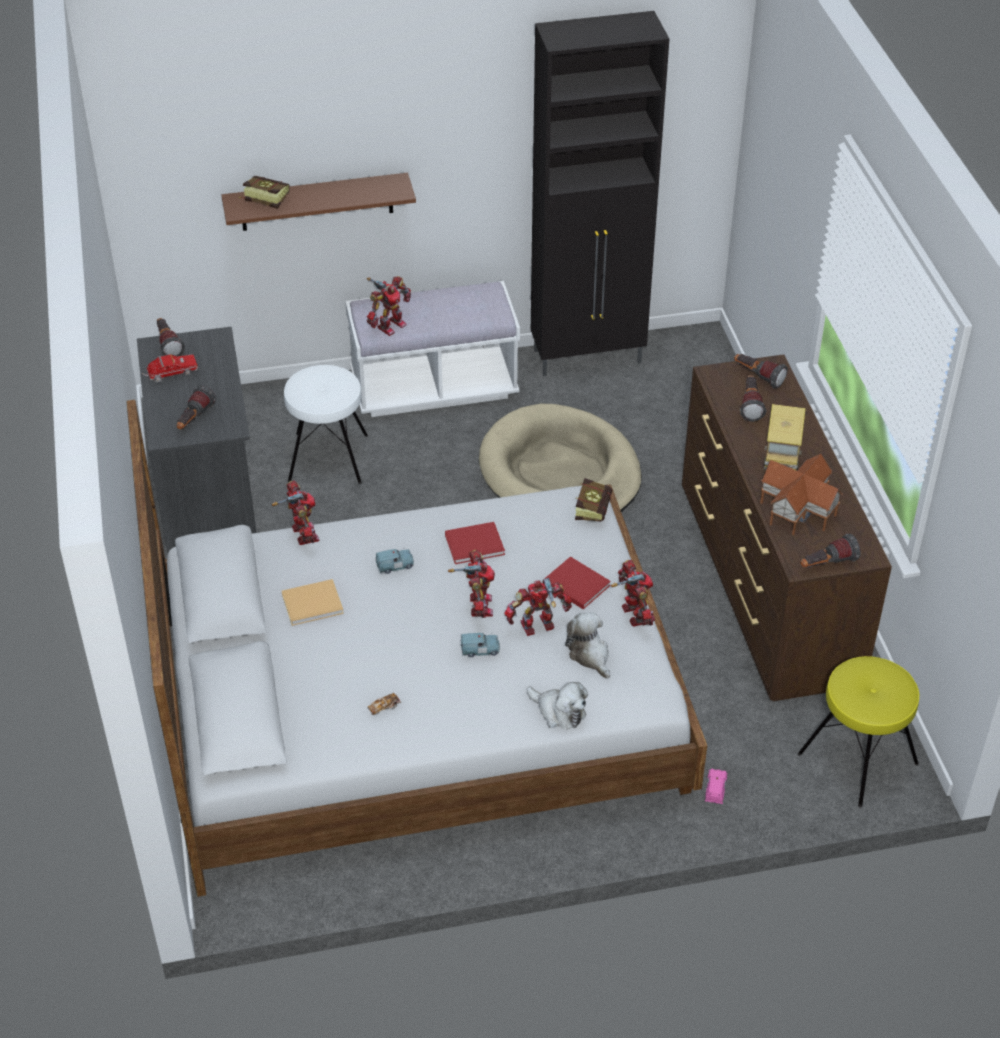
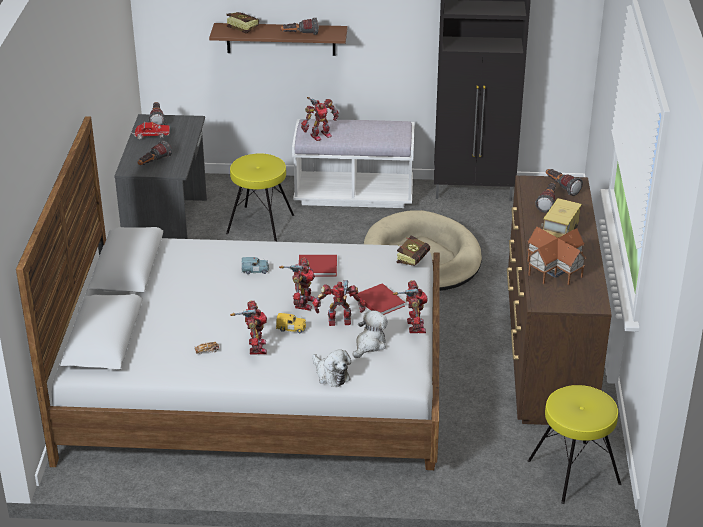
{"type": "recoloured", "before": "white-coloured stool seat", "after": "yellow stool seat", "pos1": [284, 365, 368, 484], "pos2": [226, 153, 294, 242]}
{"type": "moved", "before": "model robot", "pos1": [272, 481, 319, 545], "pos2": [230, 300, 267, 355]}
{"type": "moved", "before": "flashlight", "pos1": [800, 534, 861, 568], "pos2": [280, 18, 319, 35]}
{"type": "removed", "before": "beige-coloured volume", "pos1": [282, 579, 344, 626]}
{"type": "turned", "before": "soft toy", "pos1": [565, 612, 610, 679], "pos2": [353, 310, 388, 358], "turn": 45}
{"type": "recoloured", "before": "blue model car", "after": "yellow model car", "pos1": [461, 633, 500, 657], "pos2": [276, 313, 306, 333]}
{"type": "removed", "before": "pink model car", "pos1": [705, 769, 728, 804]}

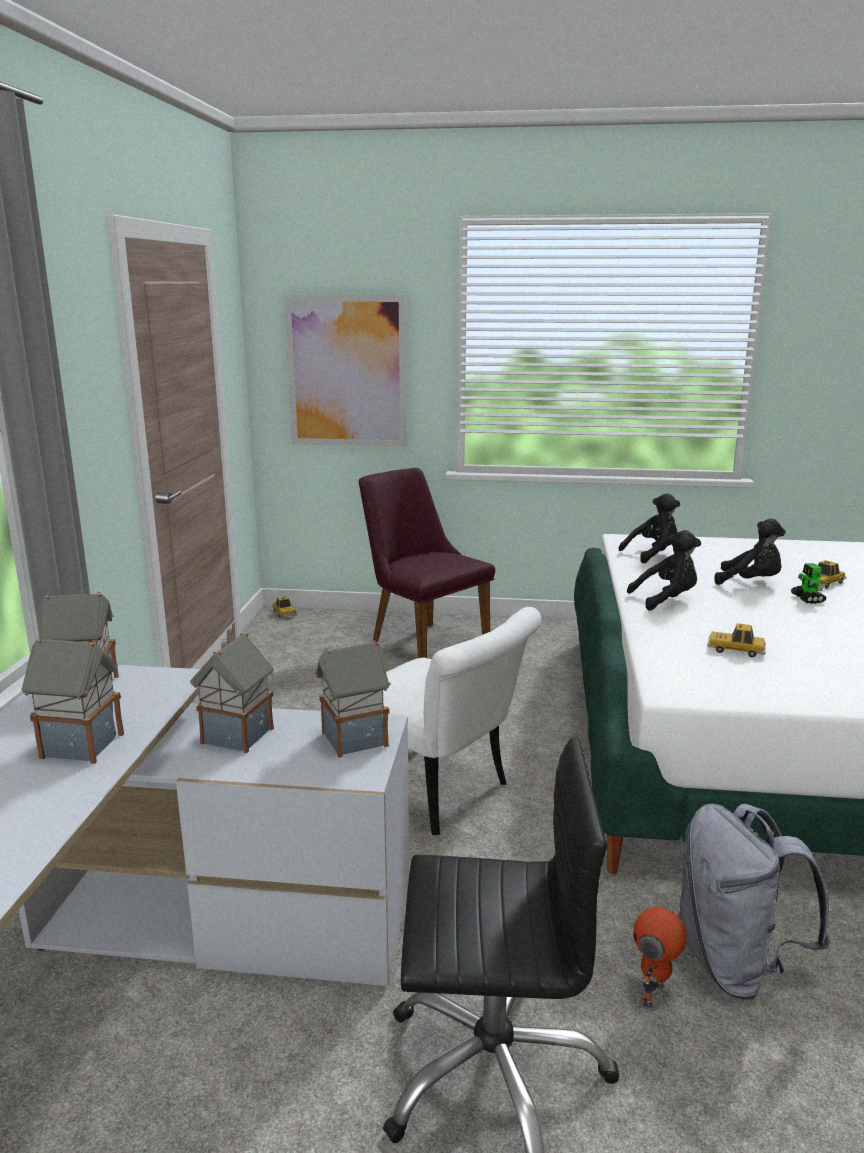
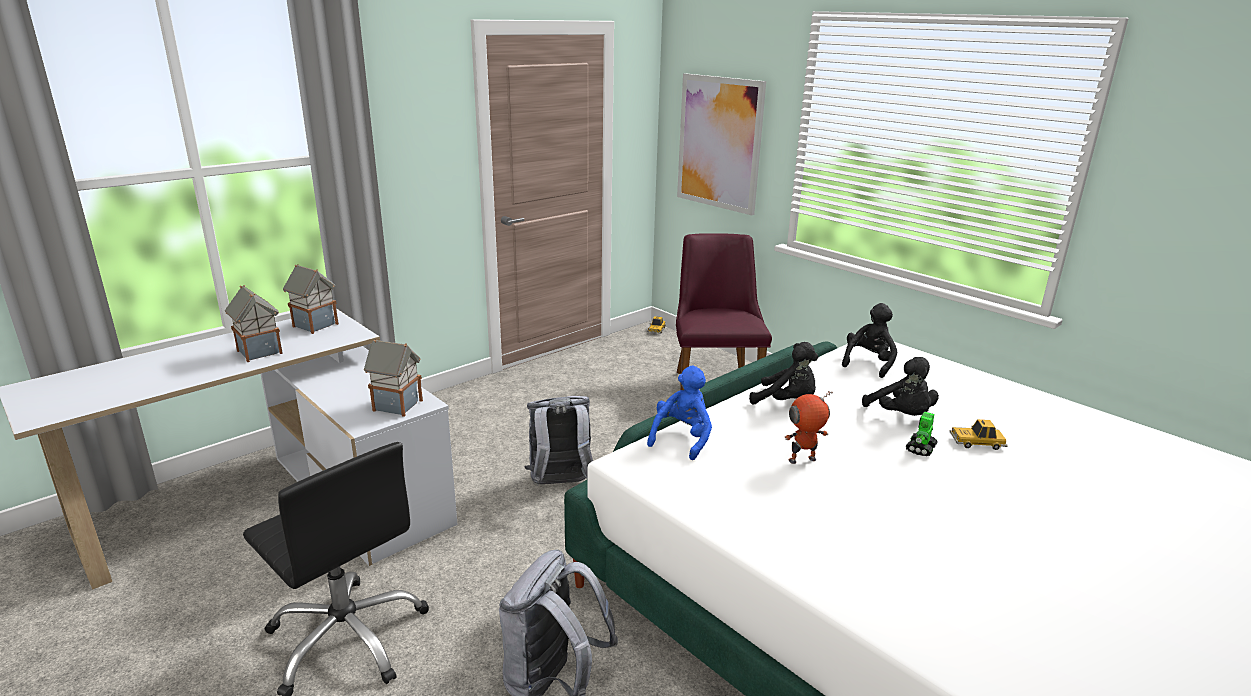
{"type": "turned", "before": "blackish soft toy", "pos1": [619, 493, 680, 563], "pos2": [842, 303, 897, 378], "turn": -75}
{"type": "replaced", "before": "white-coloured chair", "after": "grey knapsack", "pos1": [383, 607, 541, 835], "pos2": [525, 396, 593, 486]}
{"type": "removed", "before": "model car", "pos1": [707, 623, 766, 657]}
{"type": "removed", "before": "toy house", "pos1": [190, 633, 274, 753]}
{"type": "moved", "before": "model robot", "pos1": [633, 895, 687, 1008], "pos2": [785, 391, 833, 464]}
{"type": "added", "after": "blue soft toy", "pos2": [647, 366, 712, 460]}

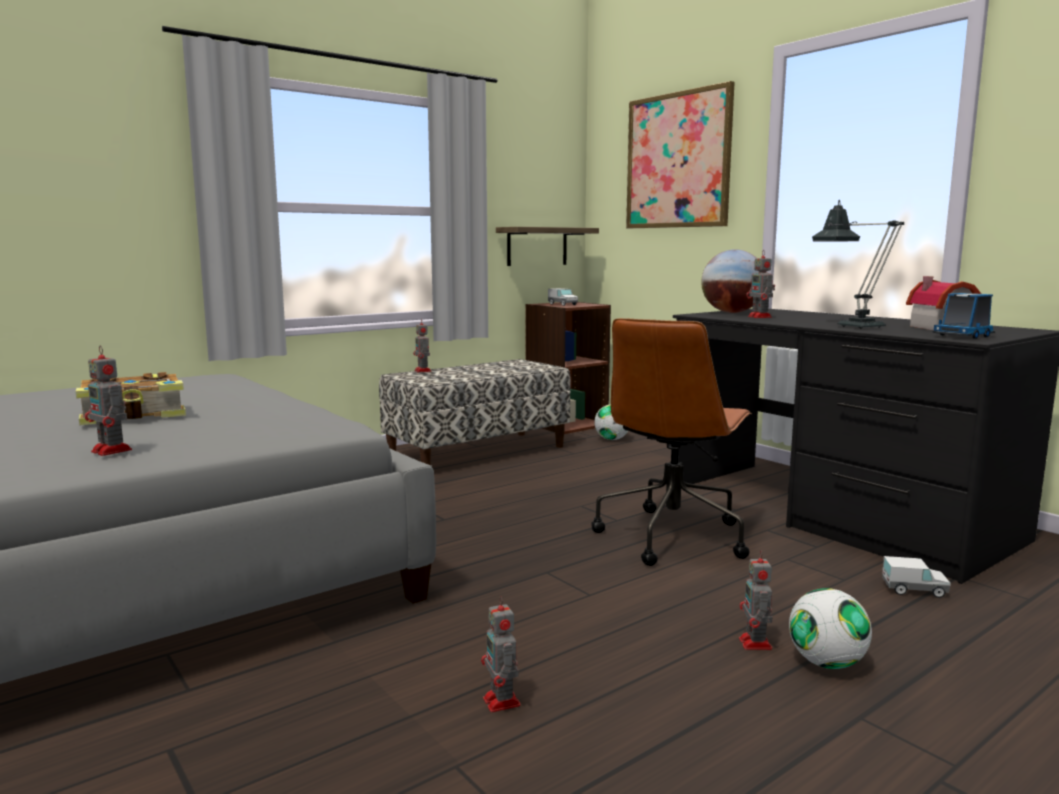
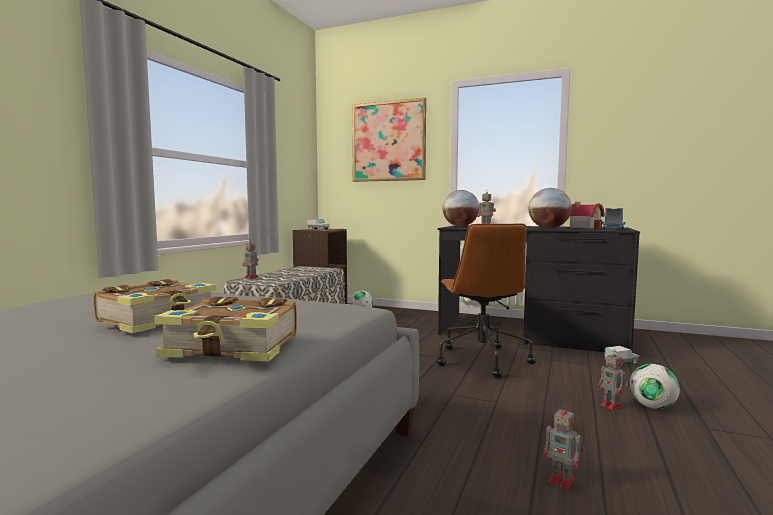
{"type": "replaced", "before": "lamp for a table", "after": "desk globe", "pos1": [812, 200, 904, 329], "pos2": [529, 188, 572, 229]}
{"type": "removed", "before": "shelf", "pos1": [496, 227, 599, 266]}
{"type": "replaced", "before": "model robot", "after": "volume", "pos1": [85, 345, 132, 456], "pos2": [154, 297, 297, 362]}

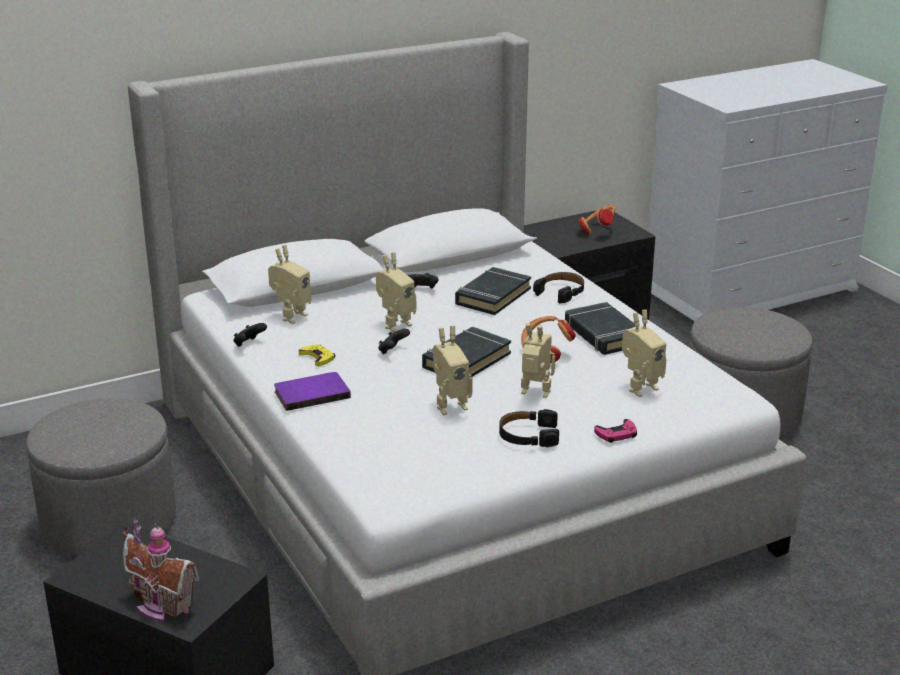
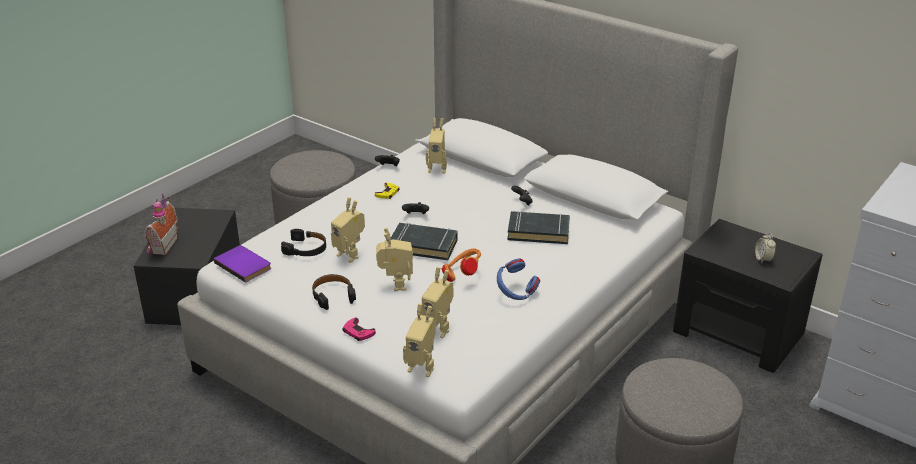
{"type": "replaced", "before": "orange-coloured pair of headphones", "after": "alarm clock", "pos1": [578, 205, 616, 234], "pos2": [755, 233, 776, 263]}
{"type": "moved", "before": "model robot", "pos1": [376, 252, 417, 332], "pos2": [403, 303, 436, 377]}
{"type": "moved", "before": "blackish pair of headphones", "pos1": [533, 272, 584, 303], "pos2": [281, 229, 326, 256]}
{"type": "replaced", "before": "blackish volume", "after": "blue pair of headphones", "pos1": [565, 302, 636, 355], "pos2": [497, 259, 540, 300]}
{"type": "moved", "before": "purple volume", "pos1": [274, 372, 351, 411], "pos2": [214, 245, 271, 283]}

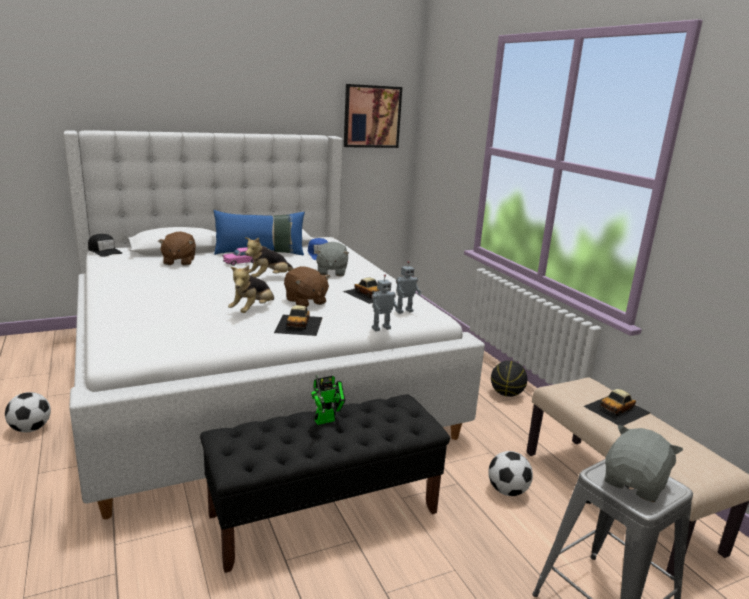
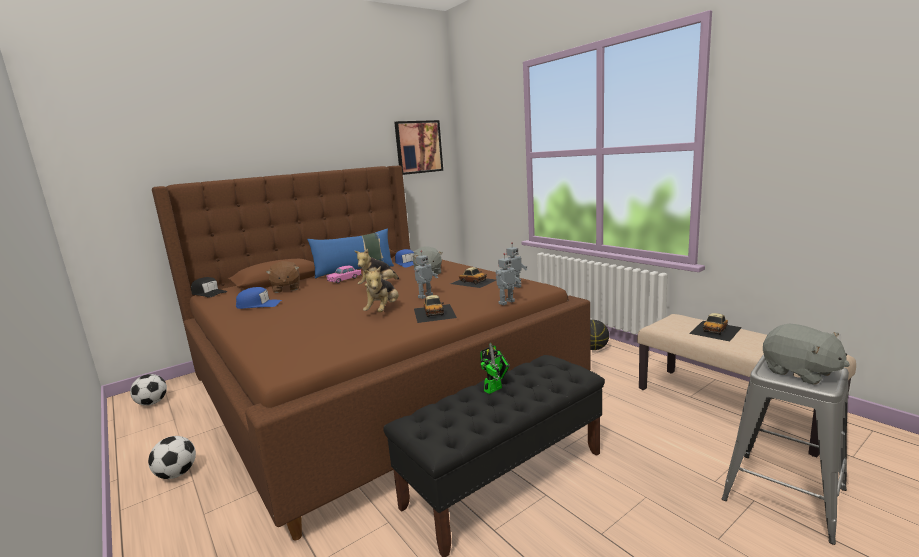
{"type": "recoloured", "before": "white-coloured sleeping bed", "after": "brown sleeping bed", "pos1": [63, 130, 485, 519], "pos2": [152, 166, 590, 540]}
{"type": "replaced", "before": "brown soft toy", "after": "model robot", "pos1": [284, 266, 331, 307], "pos2": [414, 251, 438, 299]}
{"type": "turned", "before": "grey soft toy", "pos1": [605, 425, 683, 502], "pos2": [763, 324, 850, 385], "turn": 120}
{"type": "moved", "before": "ball for football", "pos1": [488, 451, 533, 496], "pos2": [130, 374, 167, 406]}
{"type": "added", "after": "blue cap", "pos2": [236, 287, 282, 309]}

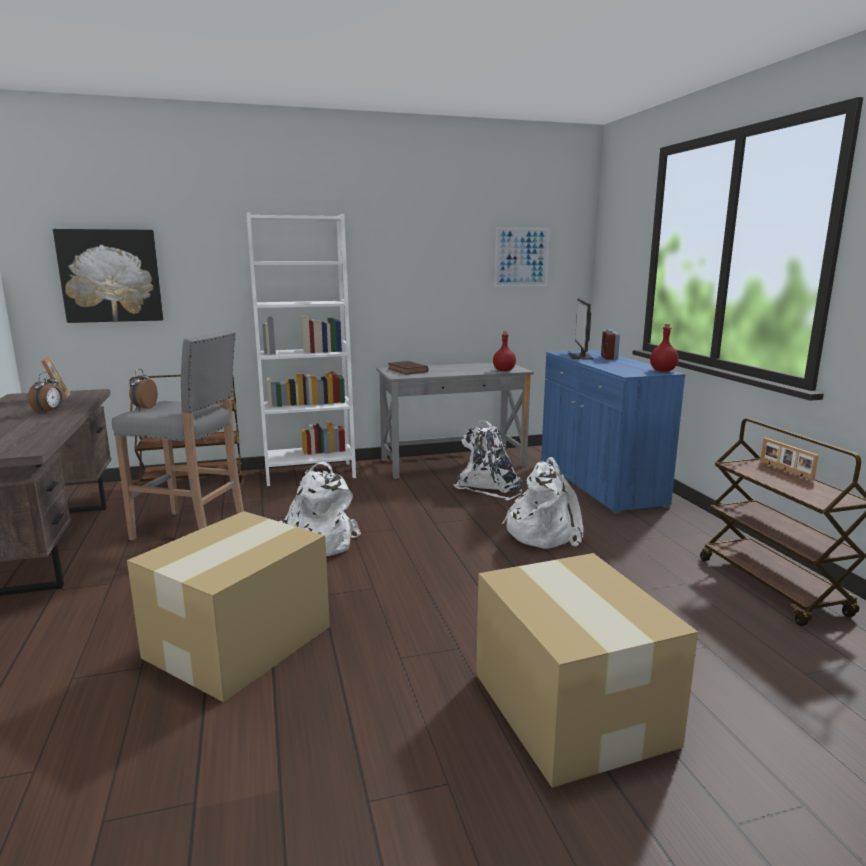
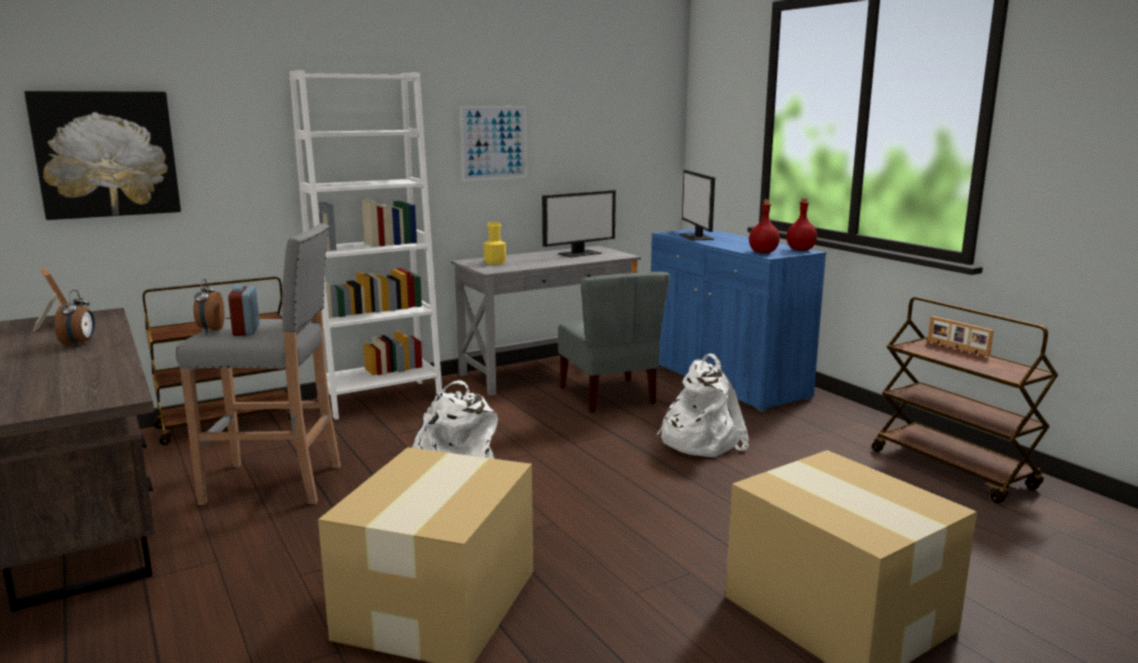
{"type": "moved", "before": "wall art", "pos1": [495, 227, 550, 287], "pos2": [460, 106, 527, 181]}
{"type": "moved", "before": "alarm clock", "pos1": [601, 329, 620, 360], "pos2": [228, 285, 260, 336]}
{"type": "moved", "before": "reddish bottle", "pos1": [493, 331, 516, 371], "pos2": [749, 200, 780, 253]}
{"type": "replaced", "before": "brown volume", "after": "yellow bottle", "pos1": [388, 361, 428, 375], "pos2": [483, 222, 506, 265]}
{"type": "replaced", "before": "white-coloured knapsack", "after": "grey chair", "pos1": [453, 420, 523, 501], "pos2": [558, 272, 670, 413]}
{"type": "added", "after": "computer display", "pos2": [542, 190, 616, 257]}

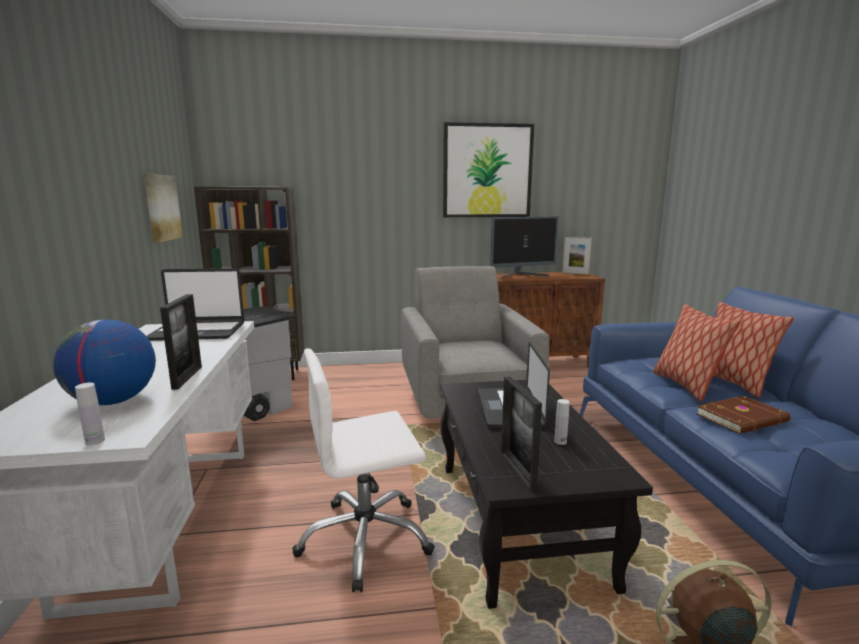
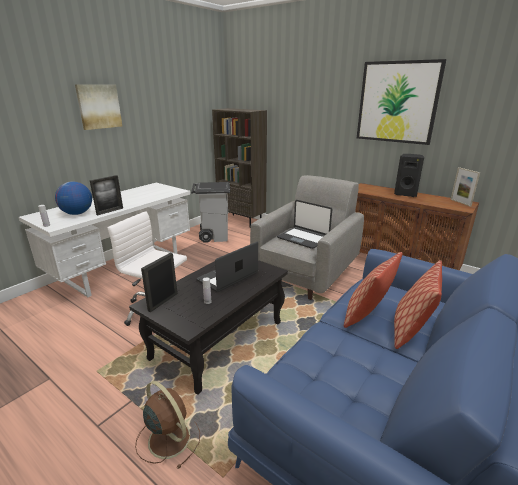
{"type": "moved", "before": "wall art", "pos1": [144, 174, 183, 243], "pos2": [75, 84, 122, 130]}
{"type": "replaced", "before": "computer display", "after": "blackish audio speaker", "pos1": [490, 216, 559, 278], "pos2": [394, 154, 424, 197]}
{"type": "moved", "before": "portable computer", "pos1": [147, 268, 244, 341], "pos2": [277, 200, 332, 249]}
{"type": "removed", "before": "brown volume", "pos1": [696, 396, 791, 434]}

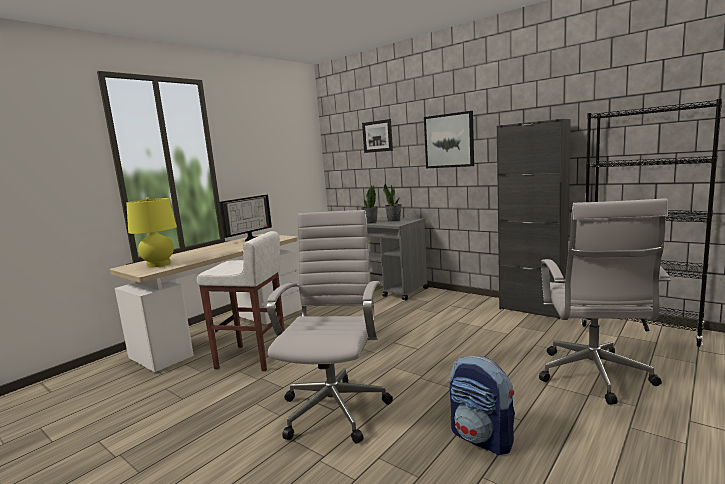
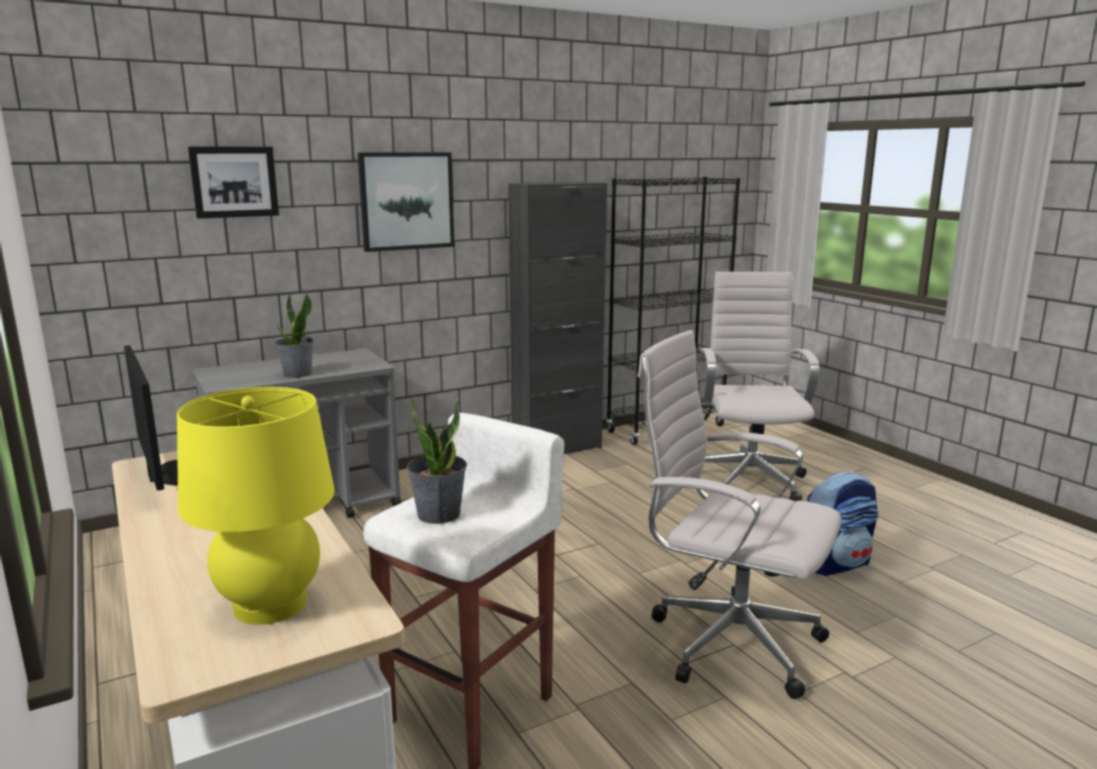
{"type": "moved", "before": "houseplant", "pos1": [383, 183, 401, 222], "pos2": [407, 396, 467, 524]}
{"type": "turned", "before": "white-coloured office chair", "pos1": [539, 198, 671, 405], "pos2": [700, 272, 820, 502], "turn": -120}

